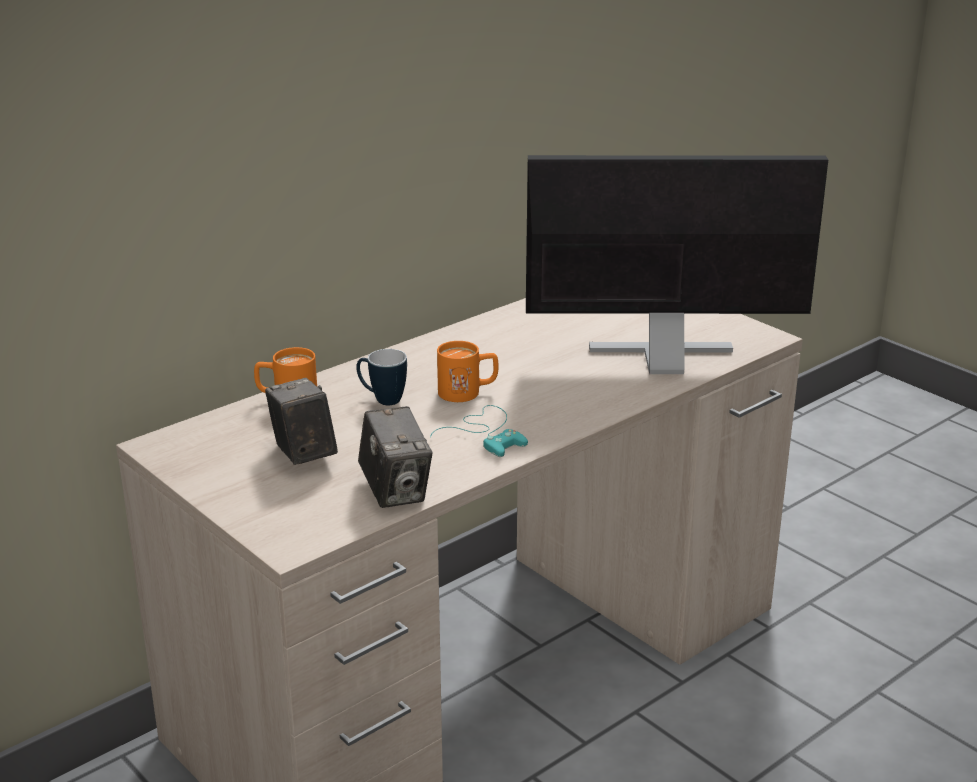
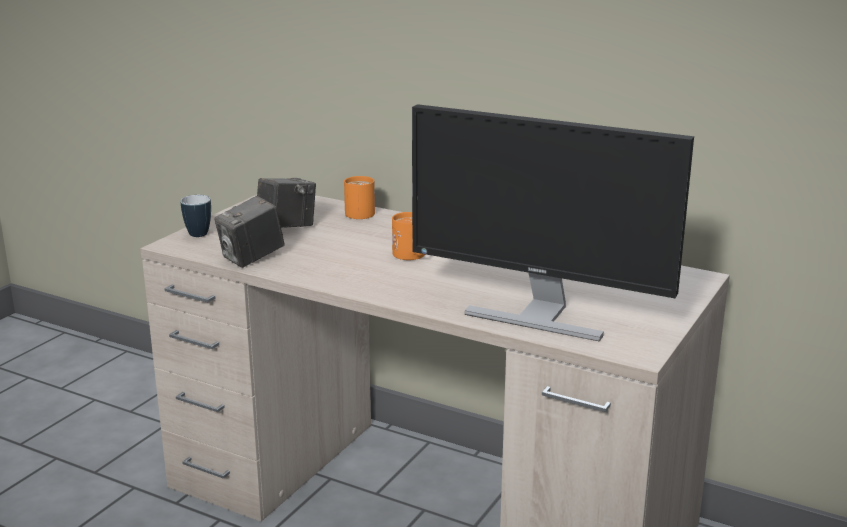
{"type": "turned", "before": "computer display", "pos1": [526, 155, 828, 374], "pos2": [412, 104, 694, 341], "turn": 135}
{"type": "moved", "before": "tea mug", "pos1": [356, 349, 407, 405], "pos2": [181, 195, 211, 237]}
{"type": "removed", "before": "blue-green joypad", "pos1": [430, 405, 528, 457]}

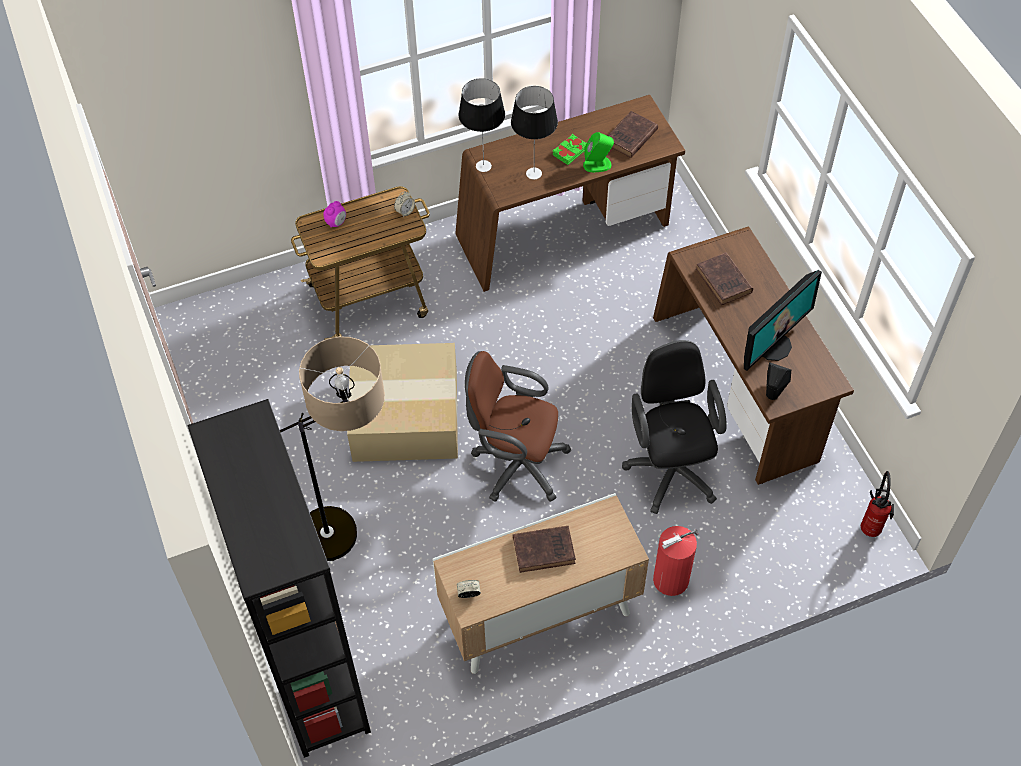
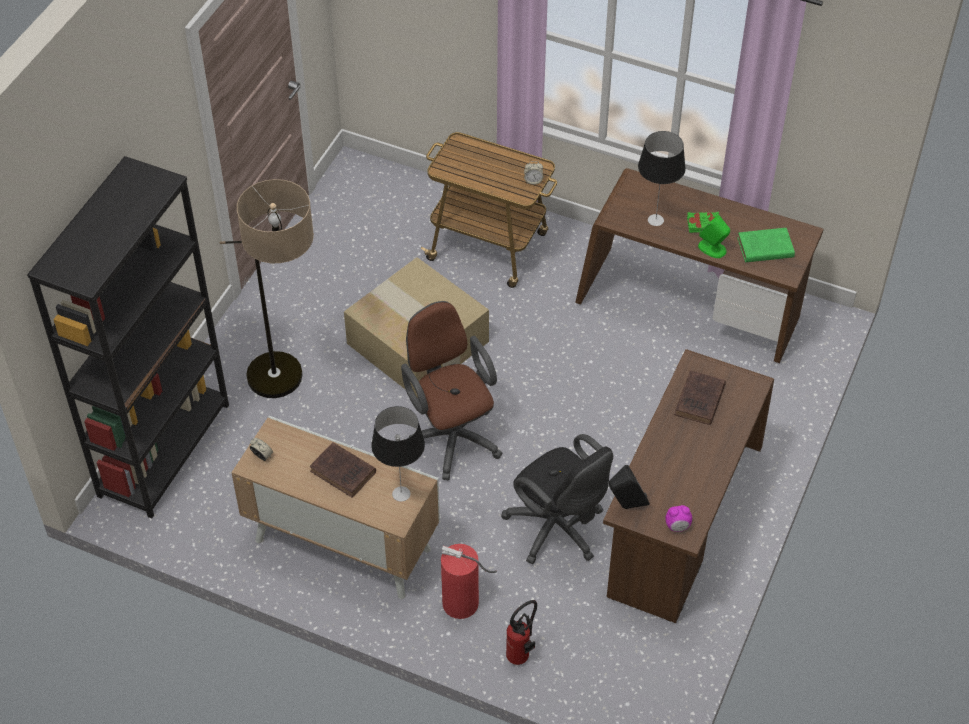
{"type": "moved", "before": "lamp for a table", "pos1": [458, 78, 505, 172], "pos2": [371, 406, 425, 501]}
{"type": "recoloured", "before": "brown volume", "after": "green-coloured volume", "pos1": [608, 111, 658, 158], "pos2": [737, 228, 795, 262]}
{"type": "moved", "before": "alarm clock", "pos1": [323, 201, 346, 228], "pos2": [666, 505, 692, 532]}
{"type": "removed", "before": "computer display", "pos1": [744, 270, 822, 371]}
{"type": "turned", "before": "blackish office chair", "pos1": [622, 340, 727, 514], "pos2": [501, 434, 613, 564], "turn": 105}
{"type": "moved", "before": "fire-fighting cylinder", "pos1": [861, 471, 894, 537], "pos2": [506, 600, 537, 665]}

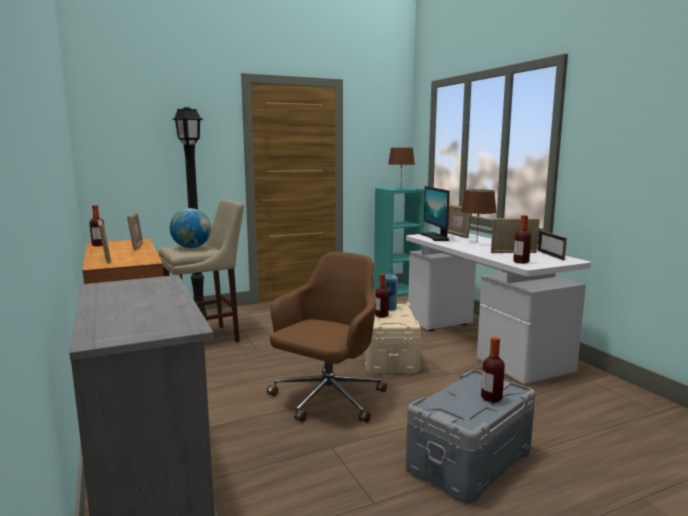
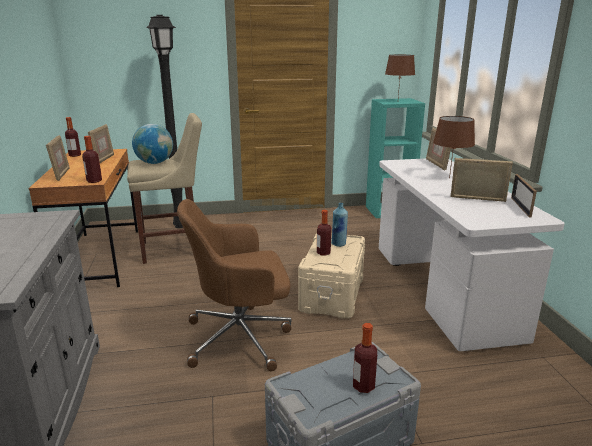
{"type": "removed", "before": "computer display", "pos1": [420, 186, 450, 241]}
{"type": "moved", "before": "bottle", "pos1": [513, 215, 531, 264], "pos2": [82, 136, 102, 183]}
{"type": "turned", "before": "brown office chair", "pos1": [267, 252, 387, 423], "pos2": [177, 199, 291, 371], "turn": -150}

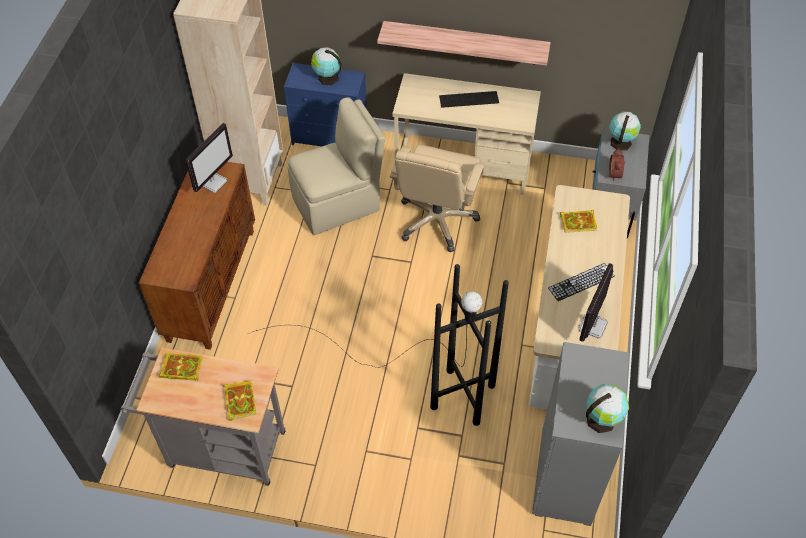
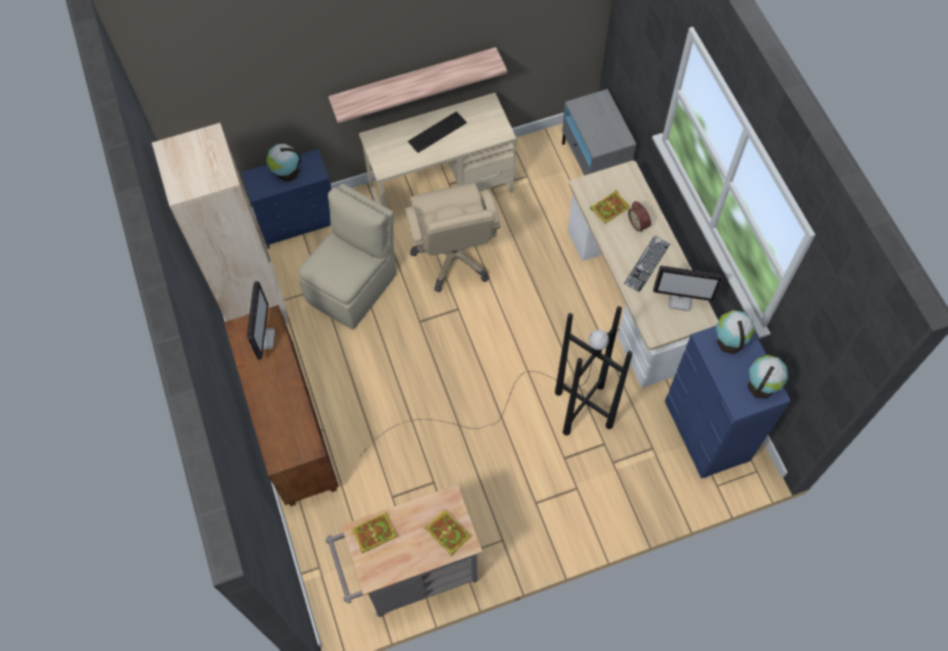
{"type": "moved", "before": "desk globe", "pos1": [609, 112, 641, 151], "pos2": [716, 310, 755, 354]}
{"type": "moved", "before": "alarm clock", "pos1": [609, 148, 625, 181], "pos2": [628, 201, 651, 233]}
{"type": "turned", "before": "computer display", "pos1": [578, 263, 614, 342], "pos2": [653, 266, 724, 311], "turn": -75}
{"type": "recoloured", "before": "grey chest of drawers", "after": "blue chest of drawers", "pos1": [532, 342, 629, 526], "pos2": [665, 326, 791, 478]}

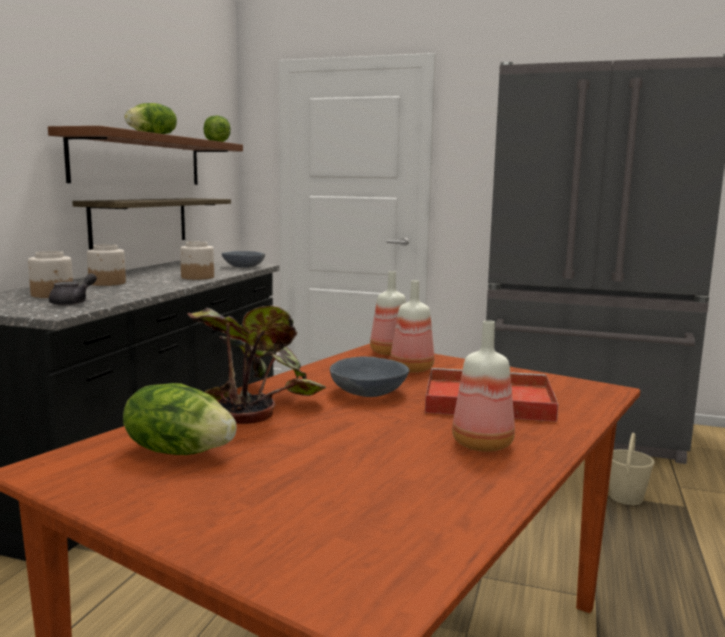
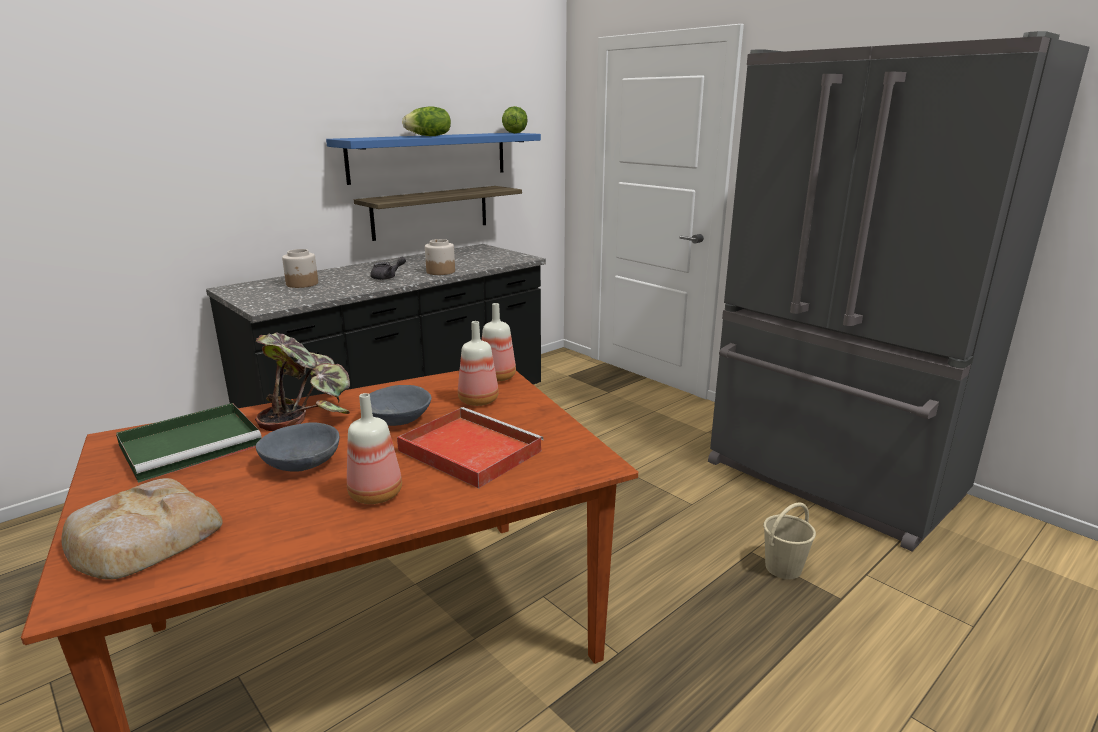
{"type": "recoloured", "before": "brown shelf", "after": "blue shelf", "pos1": [48, 126, 243, 185], "pos2": [326, 133, 541, 185]}
{"type": "removed", "before": "preserve jar", "pos1": [87, 244, 126, 286]}
{"type": "moved", "before": "grey serving bowl", "pos1": [221, 251, 265, 268], "pos2": [256, 422, 339, 472]}
{"type": "moved", "before": "grey pot for tea", "pos1": [49, 273, 97, 306], "pos2": [370, 257, 406, 280]}
{"type": "replaced", "before": "head of lettuce", "after": "green-coloured carrying tray", "pos1": [123, 383, 237, 455], "pos2": [116, 403, 262, 483]}
{"type": "added", "after": "baked bread", "pos2": [61, 478, 223, 580]}

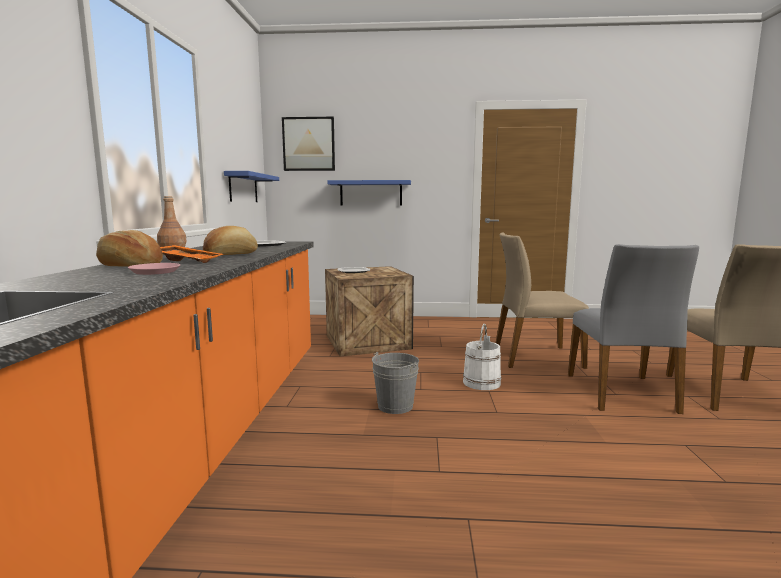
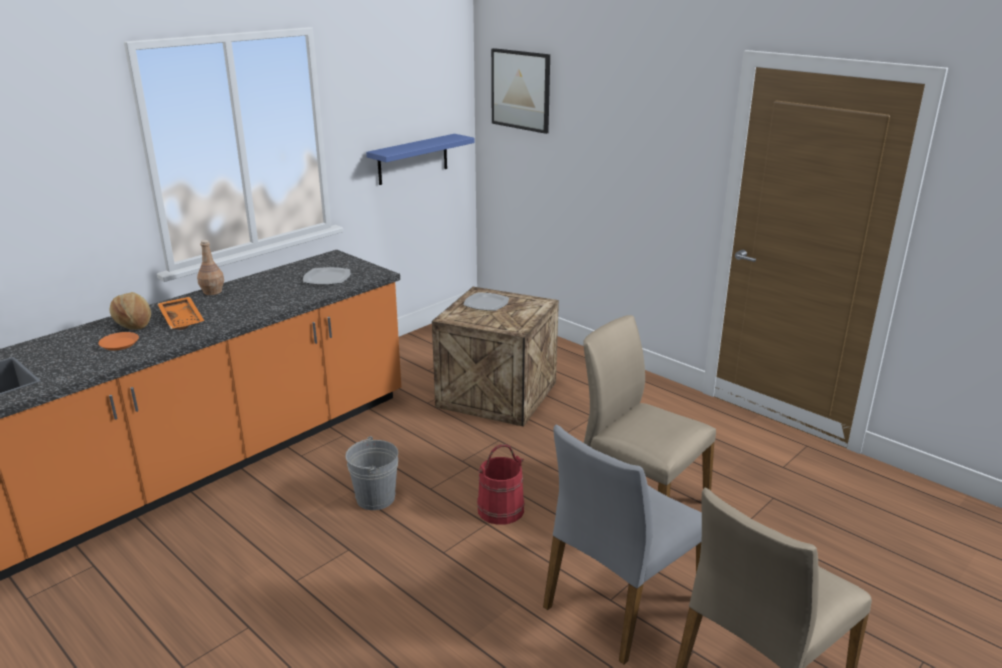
{"type": "removed", "before": "blue shelf", "pos1": [327, 180, 411, 206]}
{"type": "removed", "before": "baked bread", "pos1": [203, 226, 258, 256]}
{"type": "recoloured", "before": "pink dinner plate", "after": "orange-coloured dinner plate", "pos1": [128, 263, 180, 275], "pos2": [98, 332, 139, 351]}
{"type": "recoloured", "before": "white-coloured water bucket", "after": "reddish water bucket", "pos1": [463, 324, 501, 390], "pos2": [477, 444, 525, 525]}

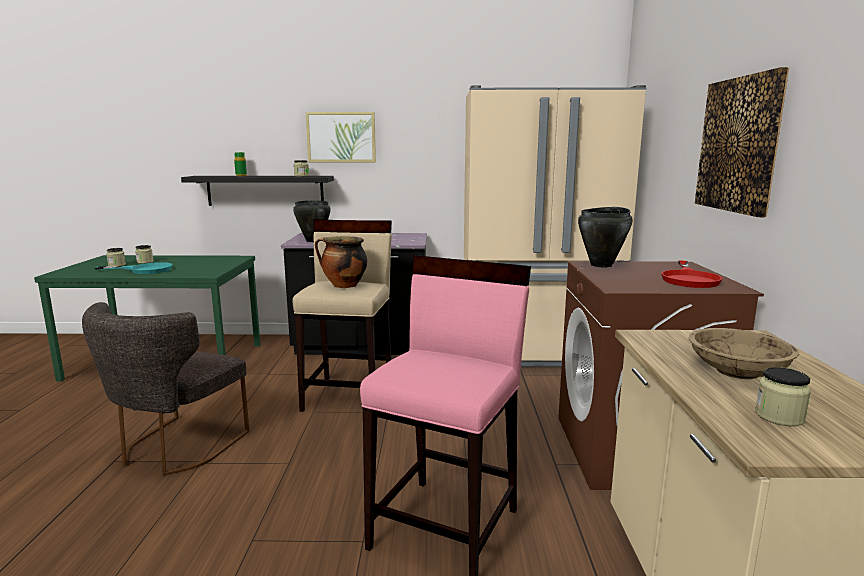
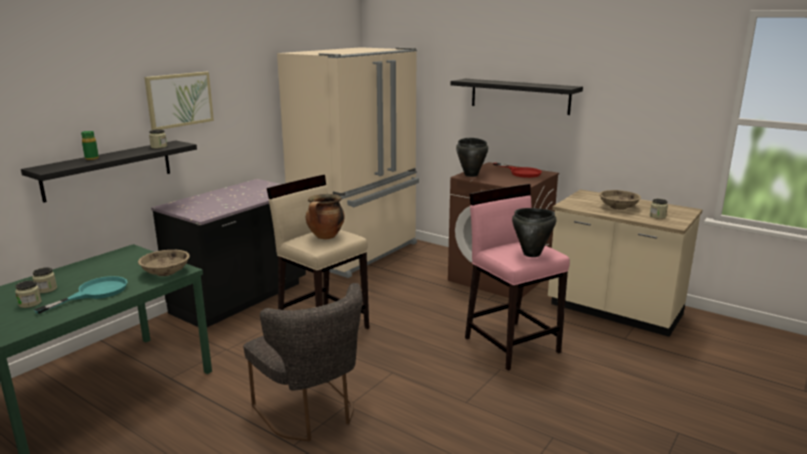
{"type": "replaced", "before": "wall art", "after": "blackish shelf", "pos1": [695, 67, 789, 217], "pos2": [451, 79, 583, 115]}
{"type": "moved", "before": "blackish cooking pot", "pos1": [293, 200, 331, 242], "pos2": [512, 208, 557, 257]}
{"type": "added", "after": "beige-coloured serving bowl", "pos2": [138, 250, 190, 276]}

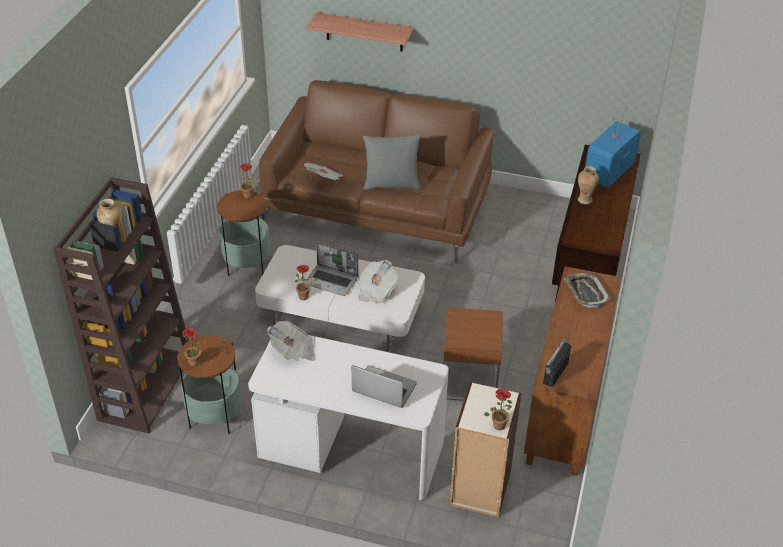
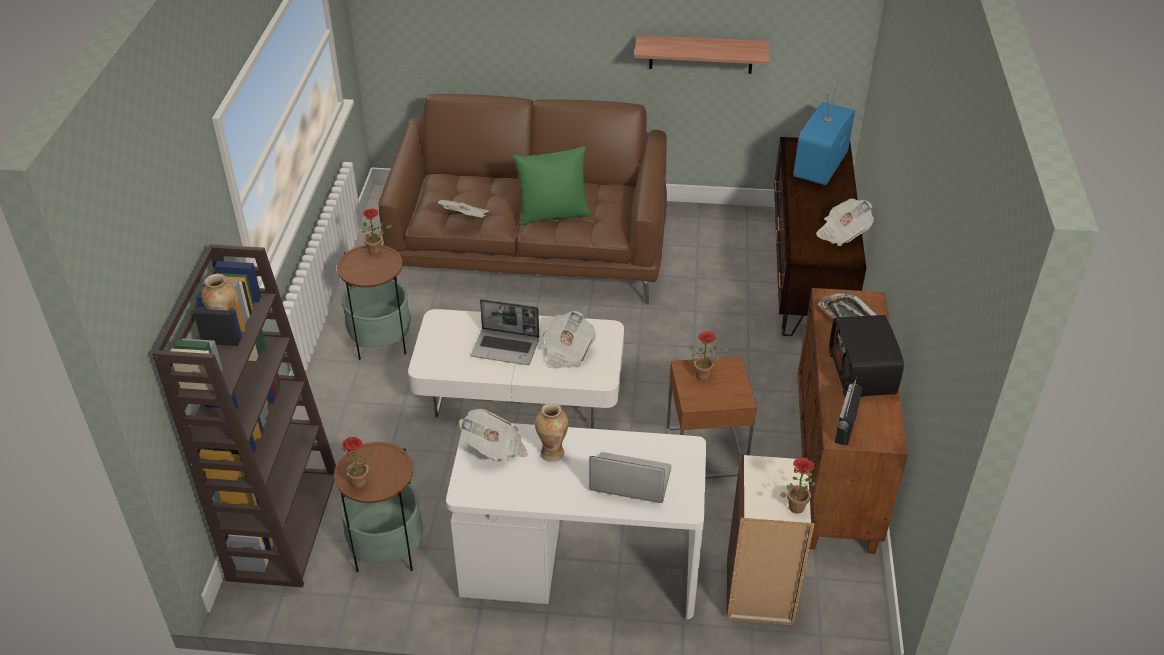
{"type": "moved", "before": "shelf", "pos1": [306, 12, 414, 52], "pos2": [634, 35, 770, 74]}
{"type": "recoloured", "before": "grey throw pillow", "after": "green-coloured throw pillow", "pos1": [363, 135, 421, 190], "pos2": [513, 146, 592, 226]}
{"type": "moved", "before": "flower vase", "pos1": [578, 166, 599, 204], "pos2": [535, 403, 568, 462]}
{"type": "moved", "before": "houseplant", "pos1": [295, 265, 319, 300], "pos2": [690, 331, 729, 381]}
{"type": "added", "after": "newspaper", "pos2": [816, 198, 874, 246]}
{"type": "added", "after": "radio set", "pos2": [829, 315, 904, 397]}

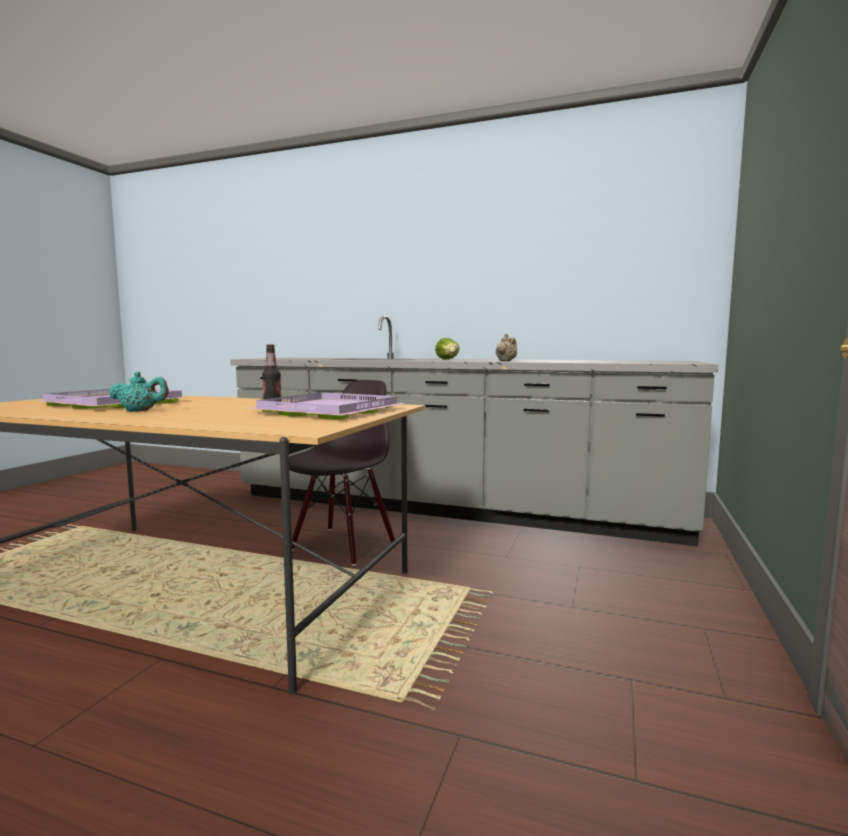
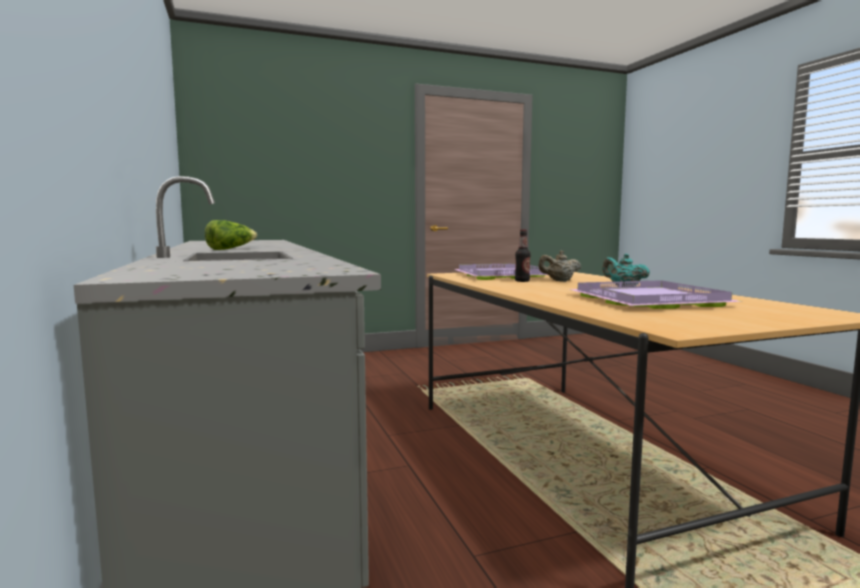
{"type": "moved", "before": "beige-coloured pot for tea", "pos1": [496, 334, 517, 361], "pos2": [539, 250, 581, 282]}
{"type": "removed", "before": "blackish chair", "pos1": [289, 380, 395, 566]}

